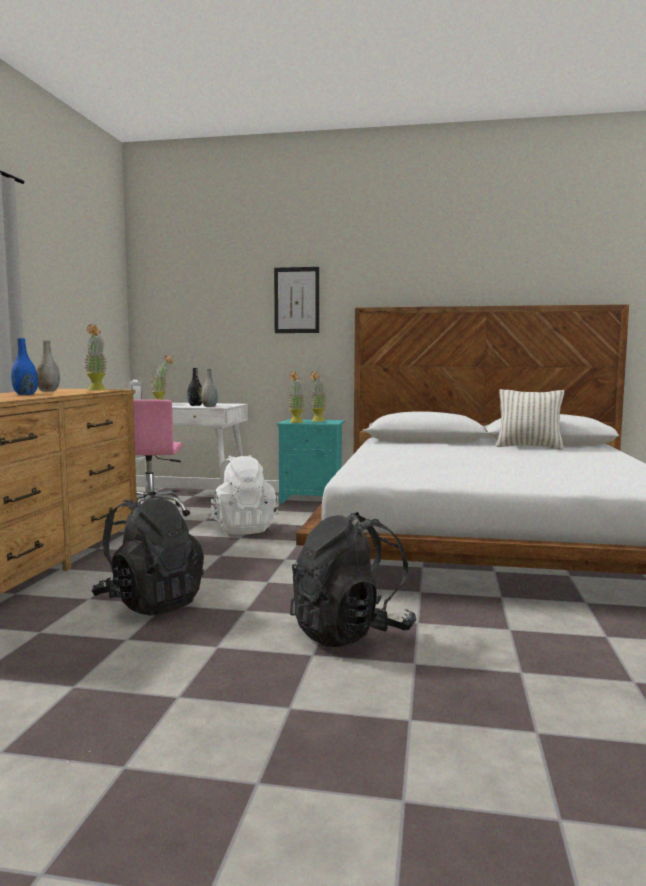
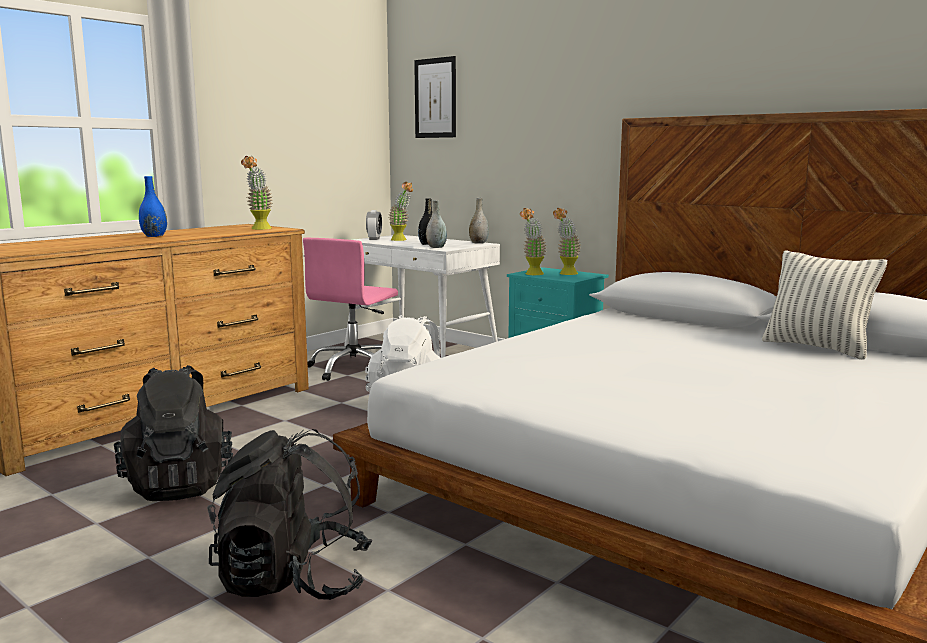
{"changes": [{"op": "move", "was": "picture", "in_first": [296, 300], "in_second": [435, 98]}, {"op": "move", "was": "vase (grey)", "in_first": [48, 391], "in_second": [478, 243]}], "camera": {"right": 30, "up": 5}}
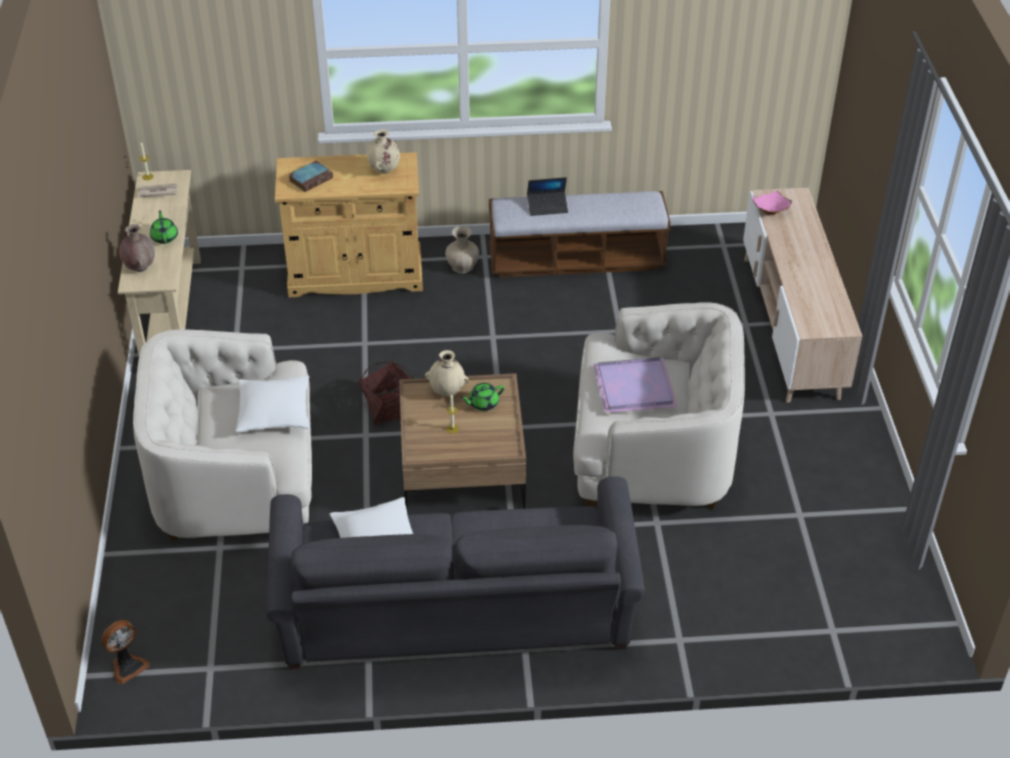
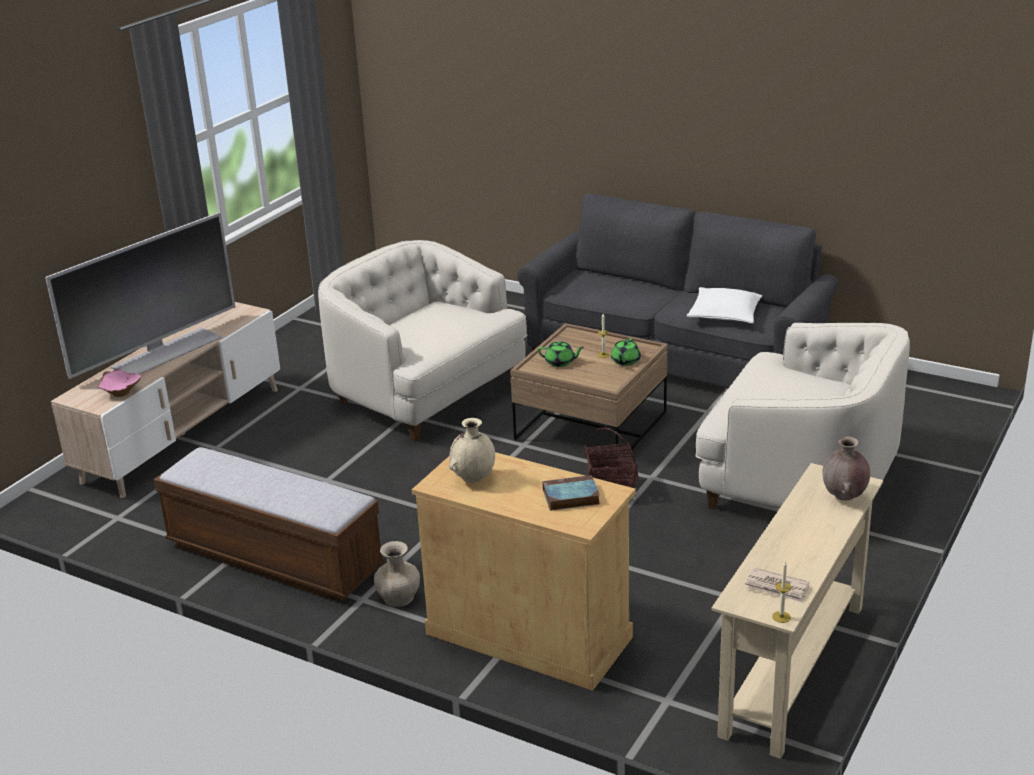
{"changes": [{"op": "delete", "was": "laptop", "in_first": [547, 207]}, {"op": "move", "was": "teapot (green)", "in_first": [164, 237], "in_second": [625, 361]}, {"op": "delete", "was": "vase (beige)", "in_first": [447, 392]}, {"op": "delete", "was": "tray (purple)", "in_first": [633, 388]}, {"op": "delete", "was": "pillow (white)", "in_first": [274, 411]}, {"op": "delete", "was": "fan", "in_first": [127, 666]}, {"op": "insert", "now": "television", "in_second": [165, 352]}], "camera": {"right": -145, "up": -15}}
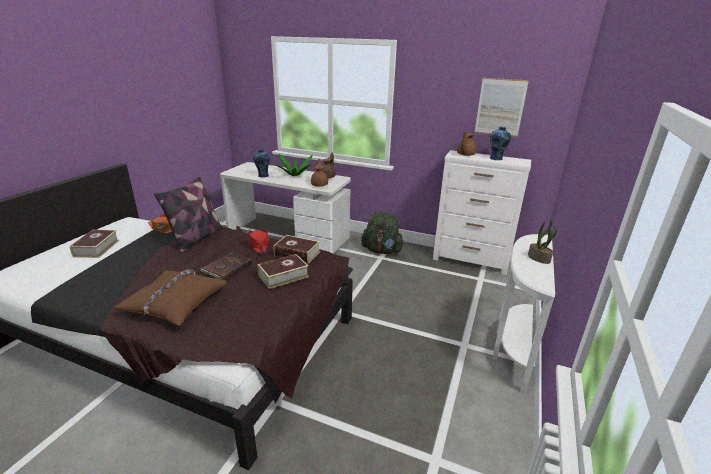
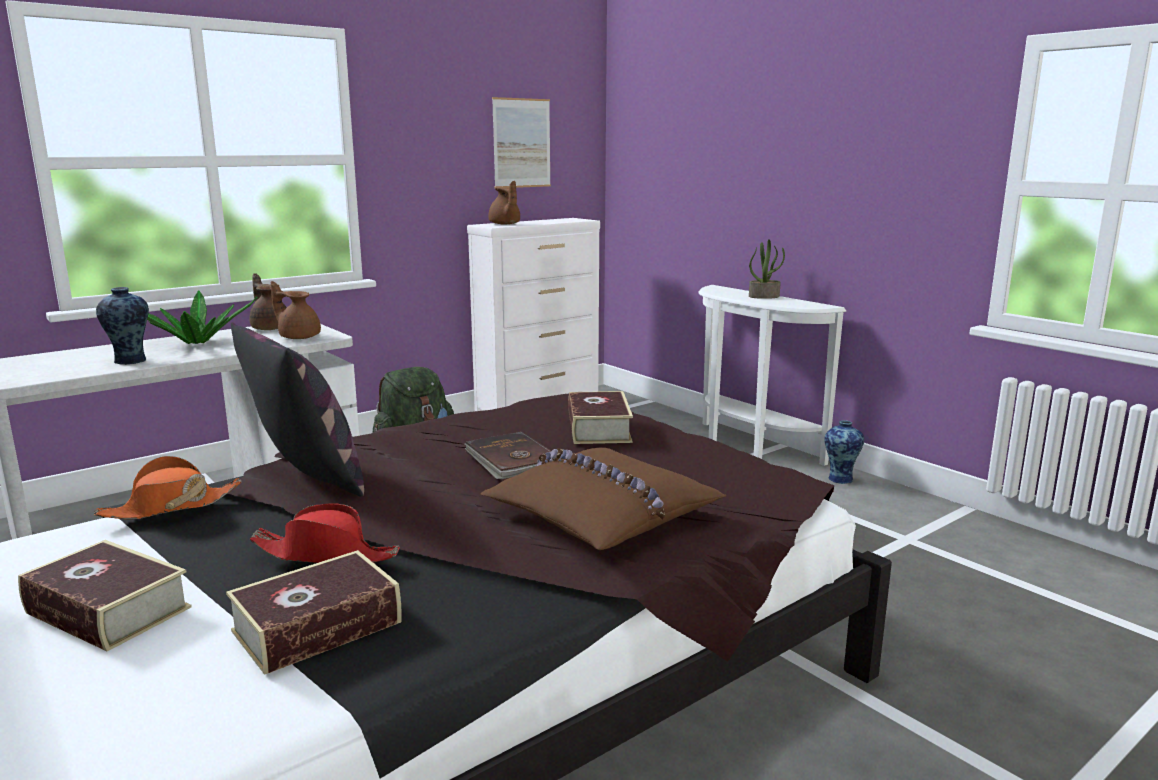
{"changes": [{"op": "move", "was": "vase", "in_first": [496, 158], "in_second": [840, 479]}, {"op": "move", "was": "hat (red)", "in_first": [258, 244], "in_second": [326, 554]}, {"op": "move", "was": "book", "in_first": [297, 254], "in_second": [317, 627]}], "camera": {"right": -60, "up": -10}}
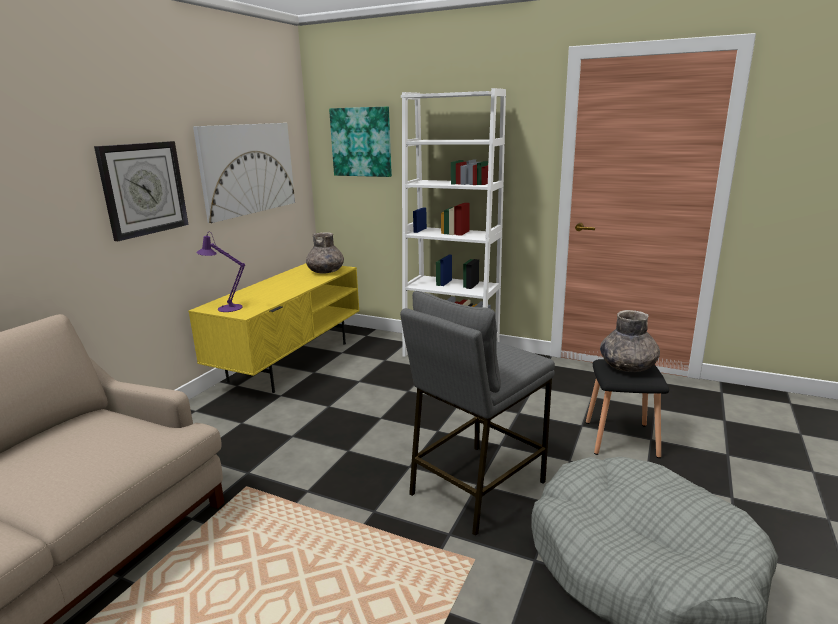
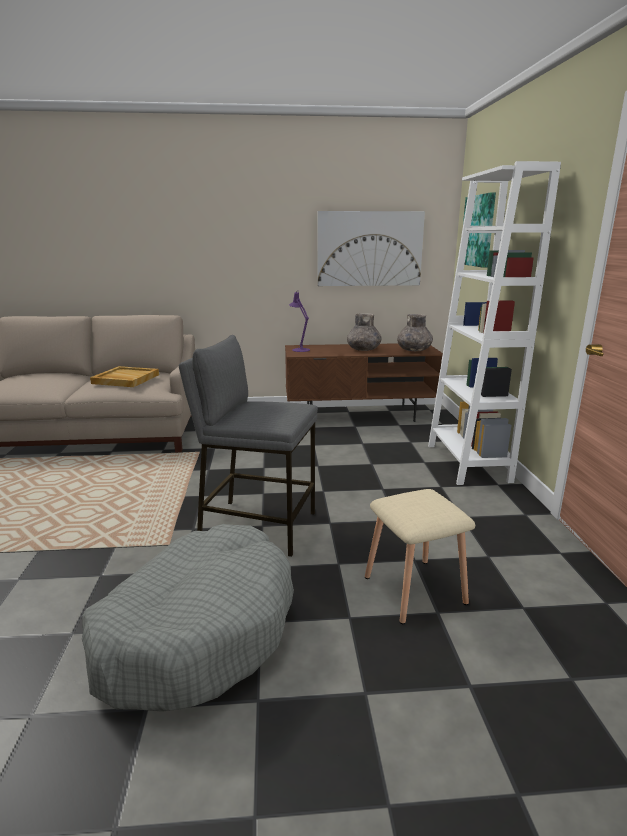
{"changes": [{"op": "delete", "was": "wall clock", "in_first": [143, 189]}, {"op": "recolor", "was": "tv stand (yellow)", "now": "tv stand (brown)", "in_first": [290, 361], "in_second": [360, 415]}, {"op": "move", "was": "vase (grey)", "in_first": [627, 366], "in_second": [363, 349]}, {"op": "recolor", "was": "stool (black)", "now": "stool (beige)", "in_first": [622, 438], "in_second": [416, 590]}, {"op": "insert", "now": "tray (beige)", "in_second": [125, 379]}], "camera": {"right": 60, "up": 0}}
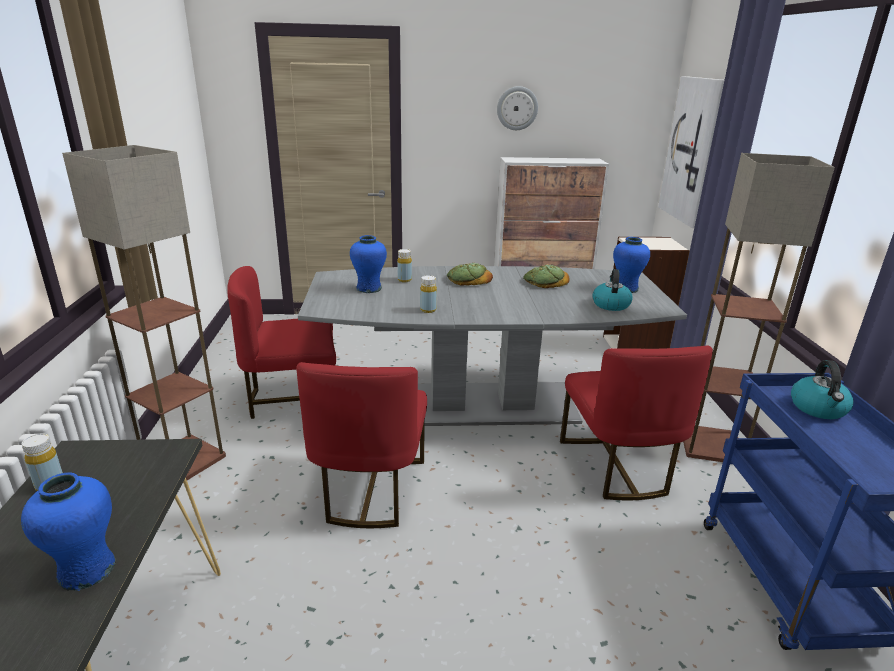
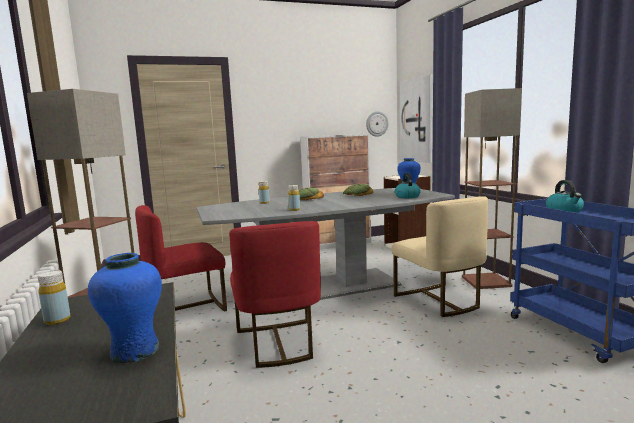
{"changes": [{"op": "move", "was": "wall clock", "in_first": [517, 108], "in_second": [376, 123]}, {"op": "delete", "was": "vase (blue)", "in_first": [369, 288]}, {"op": "recolor", "was": "chair (red)", "now": "chair (beige)", "in_first": [617, 466], "in_second": [439, 300]}], "camera": {"right": -15, "up": -15}}
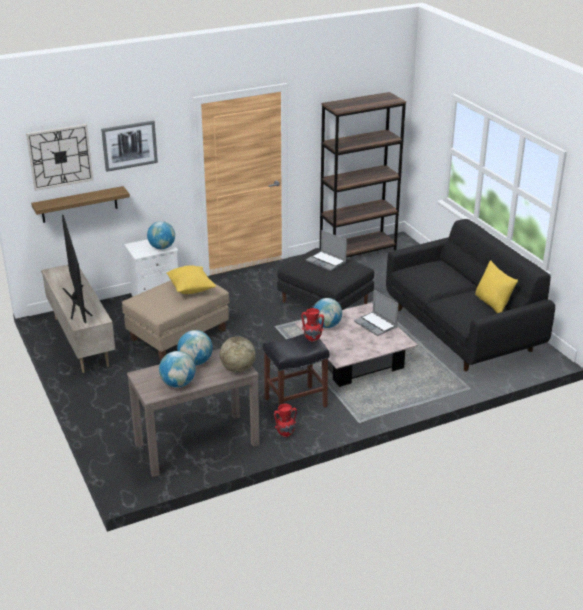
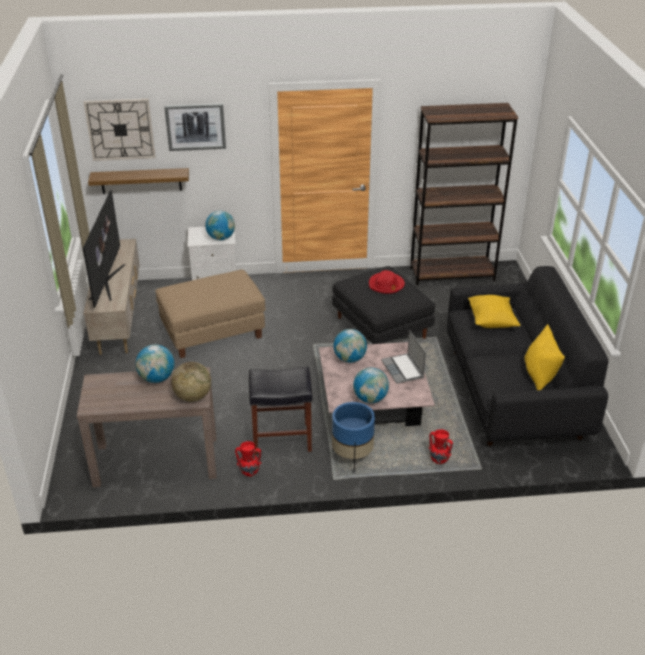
{"changes": [{"op": "replace", "was": "laptop", "now": "hat (red)", "in_first": [326, 262], "in_second": [386, 285]}, {"op": "move", "was": "pillow (yellow)", "in_first": [191, 289], "in_second": [491, 321]}, {"op": "move", "was": "vase (red)", "in_first": [312, 339], "in_second": [438, 460]}, {"op": "move", "was": "globe", "in_first": [178, 384], "in_second": [370, 399]}, {"op": "insert", "now": "planter (blue)", "in_second": [352, 457]}], "camera": {"right": 20, "up": 5}}
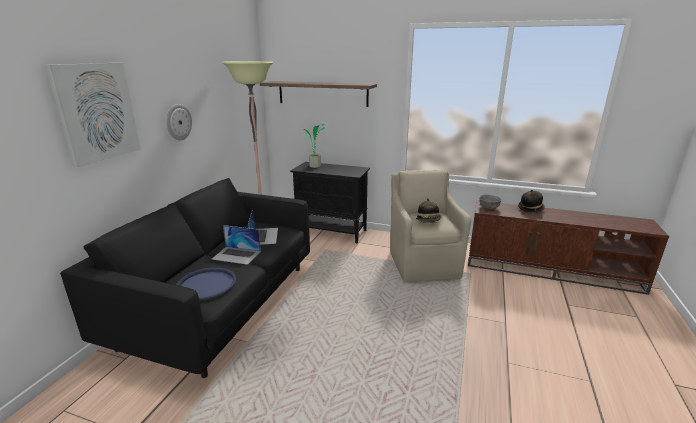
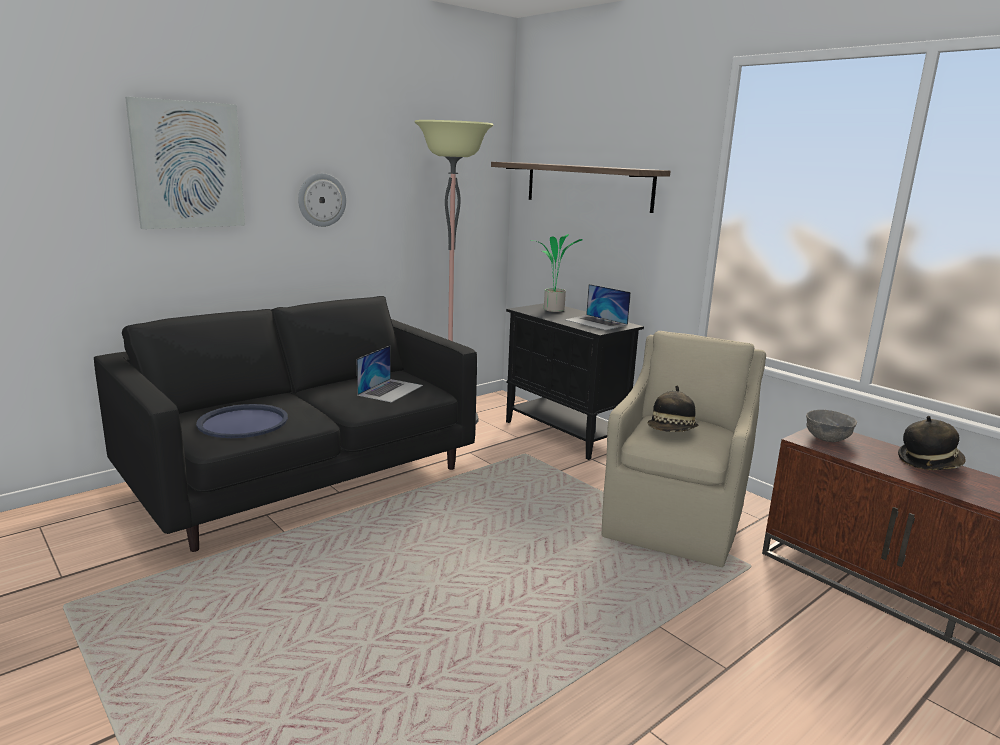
{"changes": [{"op": "move", "was": "laptop", "in_first": [236, 255], "in_second": [596, 322]}], "camera": {"right": 30, "up": -5}}
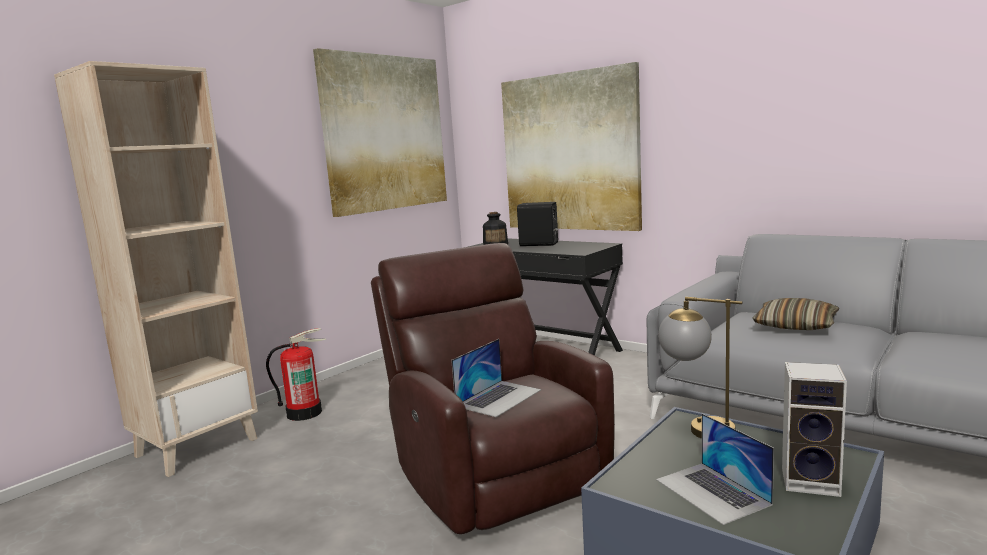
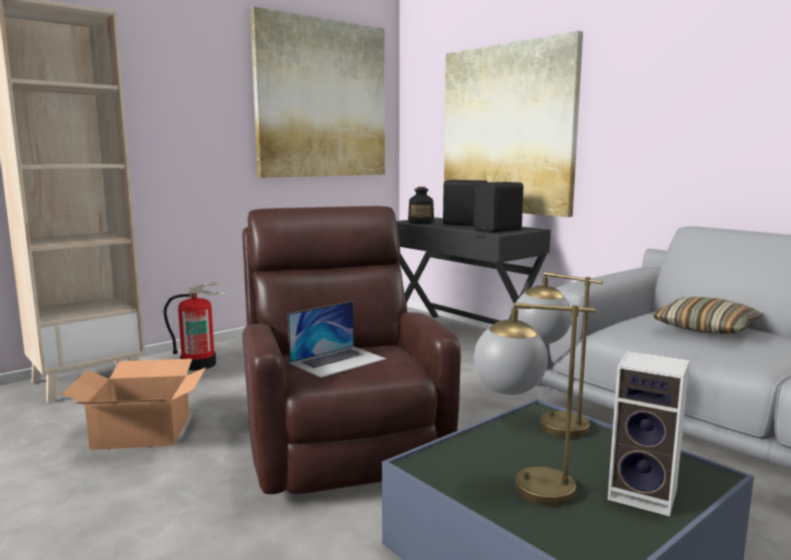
{"changes": [{"op": "replace", "was": "laptop", "now": "table lamp", "in_first": [712, 492], "in_second": [521, 487]}, {"op": "insert", "now": "speaker (black)", "in_second": [499, 230]}, {"op": "insert", "now": "cardboard box", "in_second": [142, 431]}], "camera": {"right": 10, "up": 0}}
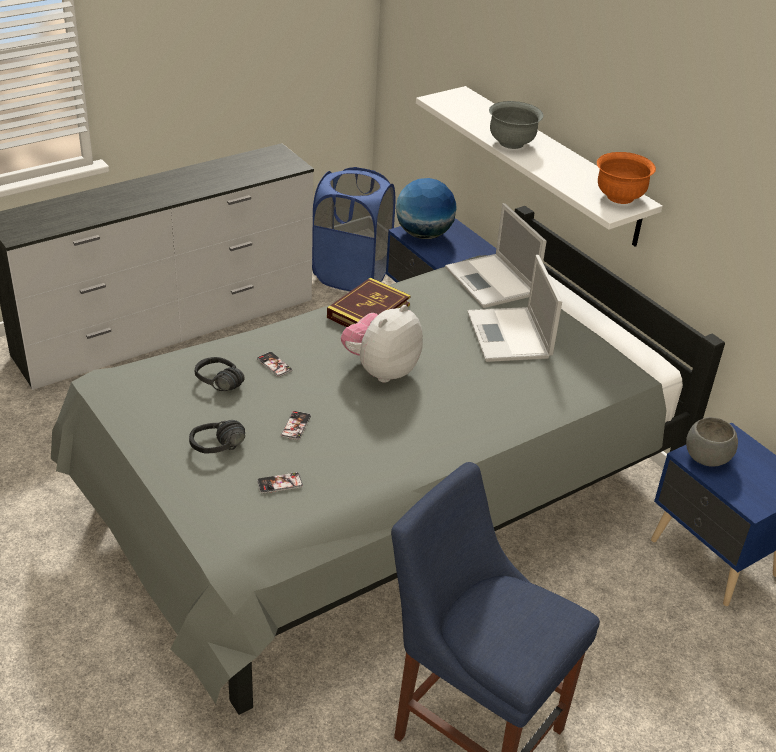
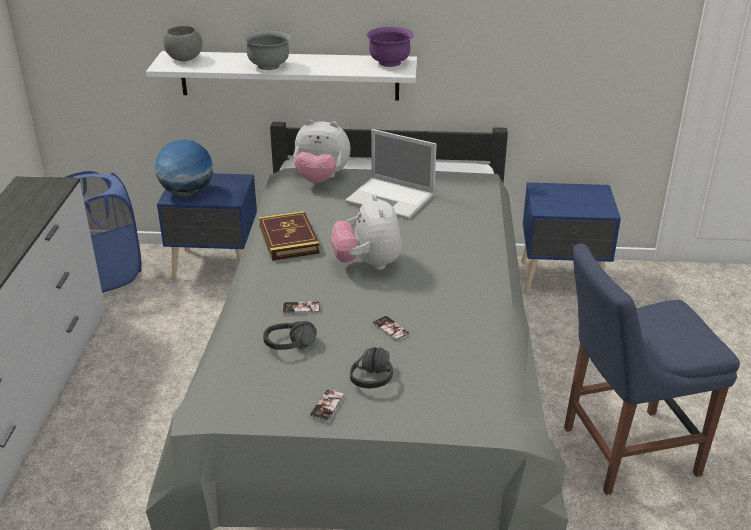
{"changes": [{"op": "recolor", "was": "bowl (orange)", "now": "bowl (purple)", "in_first": [619, 197], "in_second": [389, 63]}, {"op": "replace", "was": "laptop", "now": "plush toy", "in_first": [492, 282], "in_second": [321, 179]}, {"op": "move", "was": "bowl (grey)", "in_first": [705, 458], "in_second": [184, 59]}, {"op": "move", "was": "phone", "in_first": [280, 483], "in_second": [327, 406]}], "camera": {"right": -50, "up": -5}}
